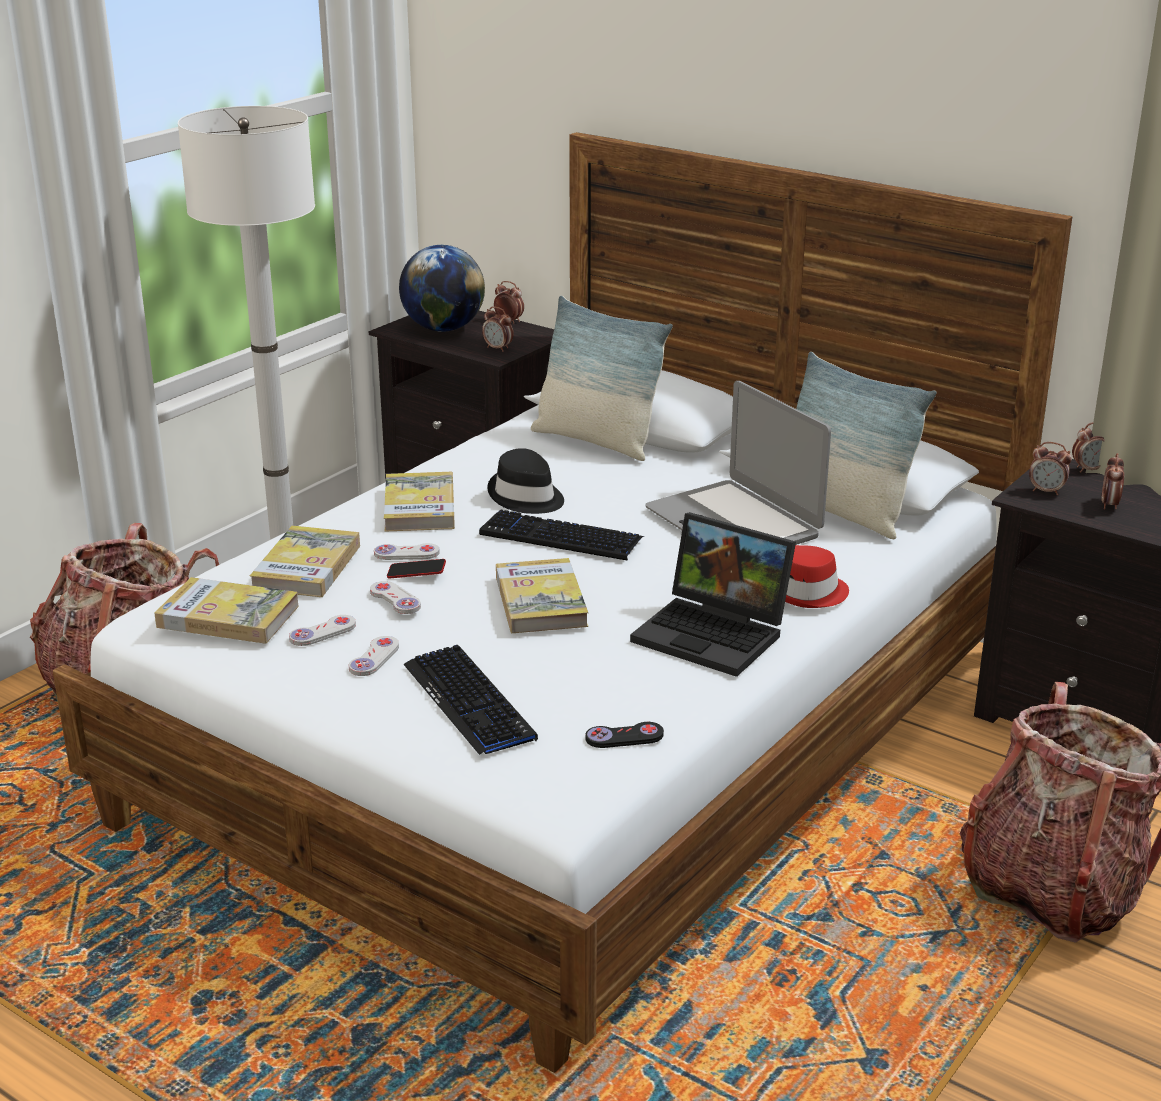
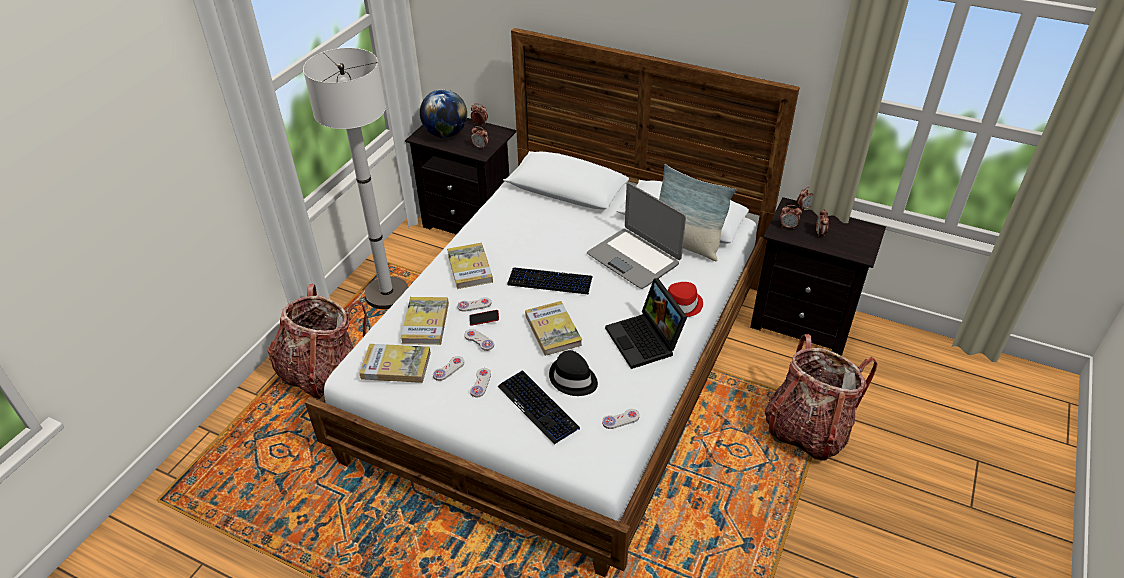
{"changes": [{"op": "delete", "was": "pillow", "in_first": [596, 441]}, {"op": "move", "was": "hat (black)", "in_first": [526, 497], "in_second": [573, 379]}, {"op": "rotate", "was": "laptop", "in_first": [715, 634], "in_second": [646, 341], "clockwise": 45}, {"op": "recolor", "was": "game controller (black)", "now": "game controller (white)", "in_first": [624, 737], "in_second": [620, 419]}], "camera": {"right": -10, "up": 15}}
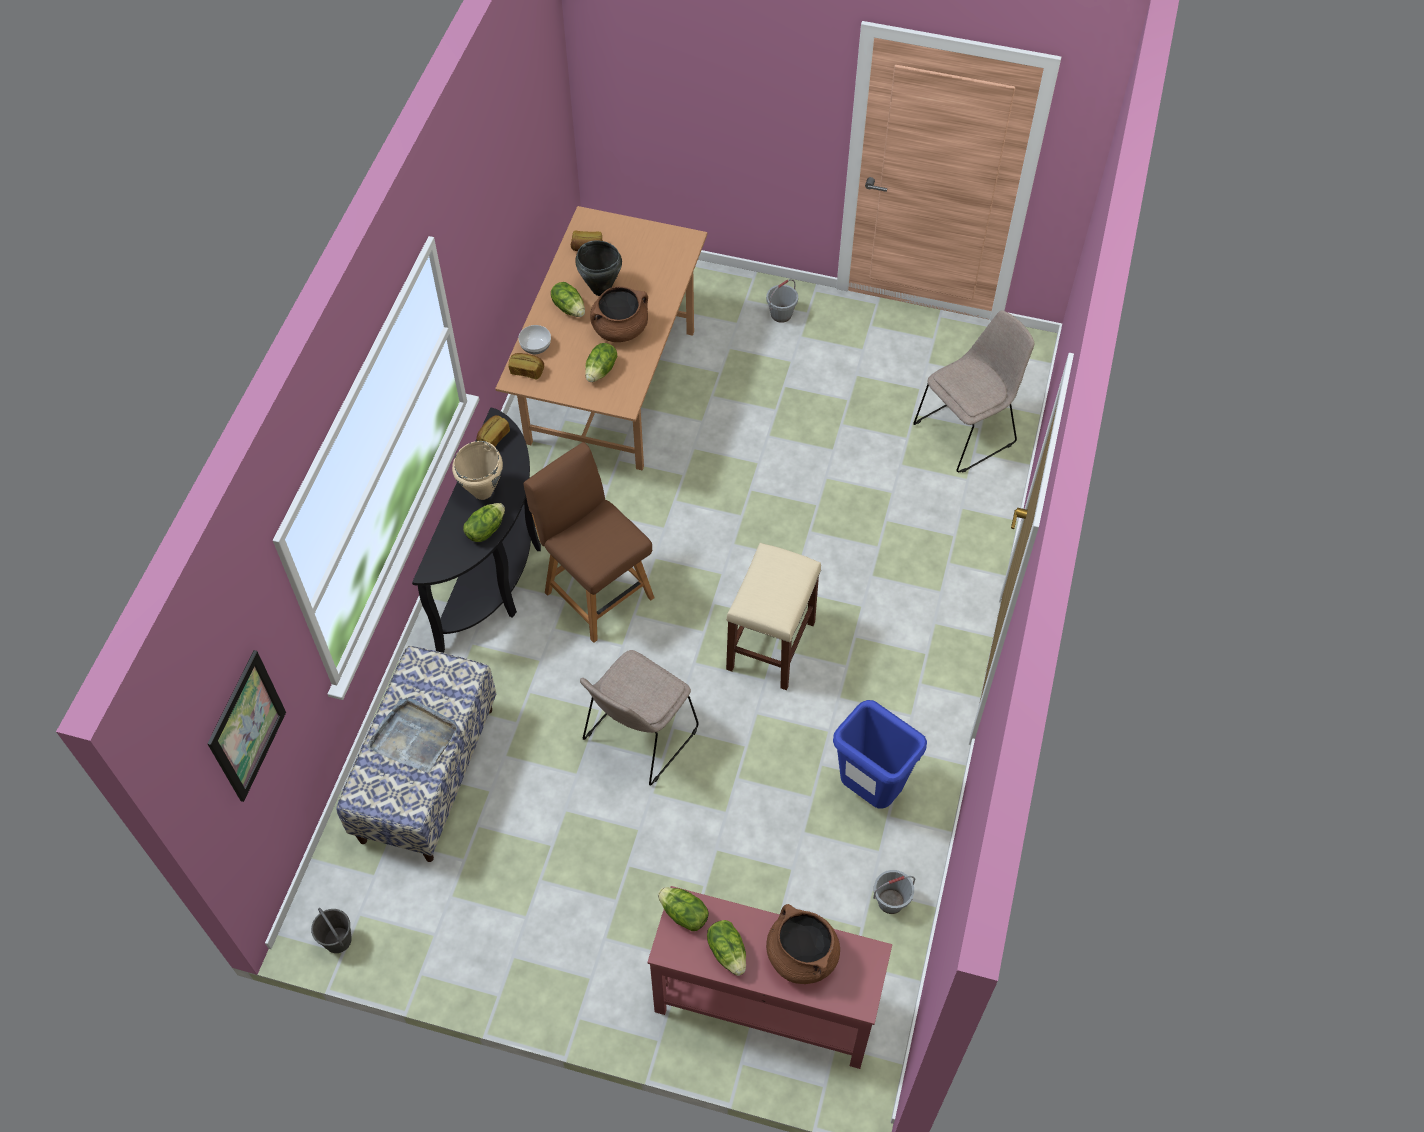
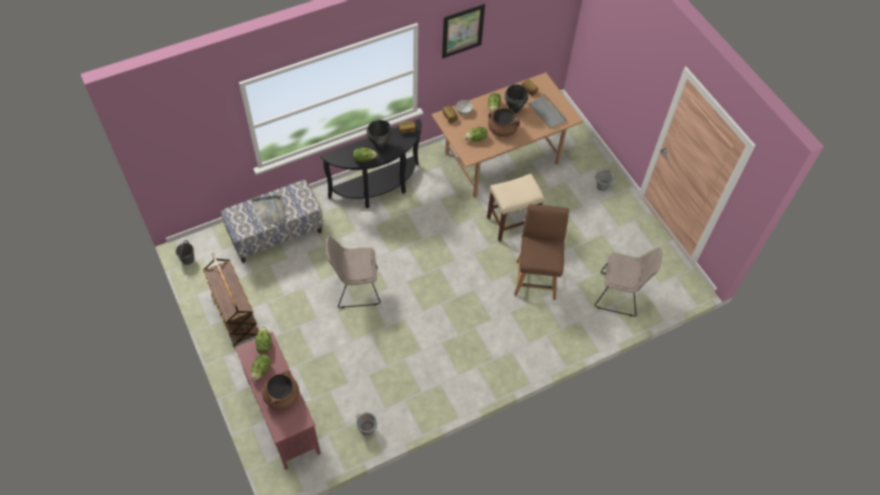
{"changes": [{"op": "recolor", "was": "cooking pot (beige)", "now": "cooking pot (black)", "in_first": [483, 491], "in_second": [380, 145]}, {"op": "move", "was": "chair (brown)", "in_first": [596, 592], "in_second": [536, 278]}, {"op": "move", "was": "stool (beige)", "in_first": [771, 647], "in_second": [511, 224]}, {"op": "move", "was": "picture", "in_first": [246, 726], "in_second": [462, 31]}, {"op": "delete", "was": "trash can (blue)", "in_first": [869, 790]}, {"op": "insert", "now": "tray (grey)", "in_second": [546, 113]}, {"op": "insert", "now": "cart (brown)", "in_second": [236, 317]}], "camera": {"right": 45, "up": 0}}
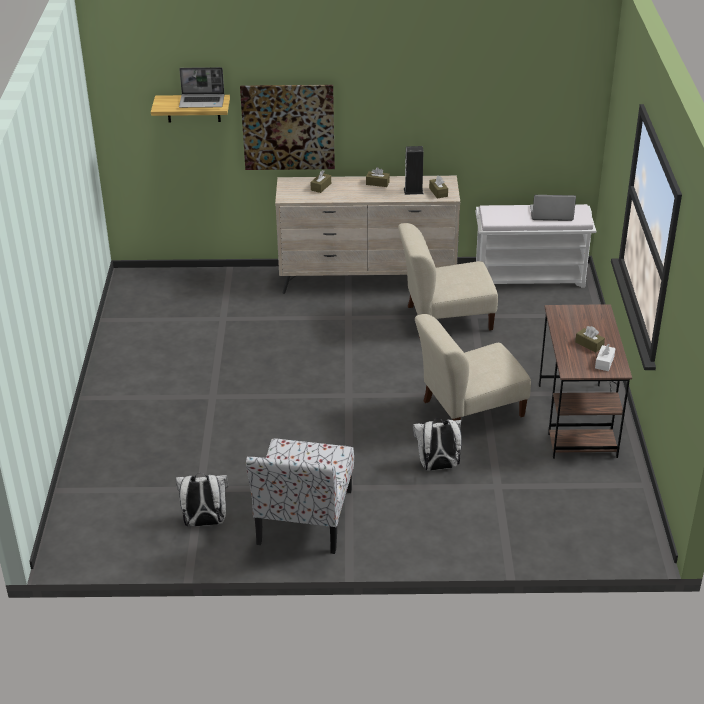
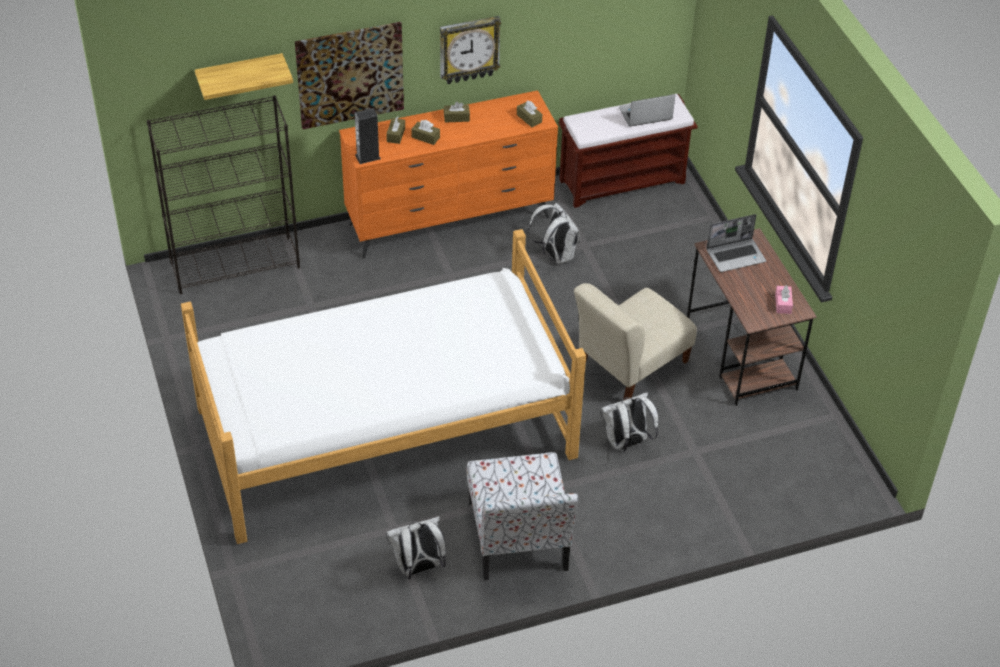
{"changes": [{"op": "move", "was": "laptop", "in_first": [202, 102], "in_second": [736, 256]}, {"op": "move", "was": "speaker", "in_first": [413, 191], "in_second": [368, 157]}, {"op": "recolor", "was": "dresser (beige)", "now": "dresser (orange)", "in_first": [368, 281], "in_second": [450, 221]}, {"op": "recolor", "was": "bench (white)", "now": "bench (brown)", "in_first": [530, 277], "in_second": [623, 181]}, {"op": "replace", "was": "chair (beige)", "now": "backpack (white)", "in_first": [445, 319], "in_second": [555, 255]}, {"op": "move", "was": "tissue box (brown)", "in_first": [589, 344], "in_second": [425, 137]}, {"op": "recolor", "was": "tissue box (white)", "now": "tissue box (pink)", "in_first": [604, 362], "in_second": [783, 304]}, {"op": "insert", "now": "wall clock", "in_second": [469, 49]}, {"op": "insert", "now": "bookcase (black)", "in_second": [236, 265]}, {"op": "insert", "now": "bed", "in_second": [384, 432]}], "camera": {"right": -20, "up": 10}}
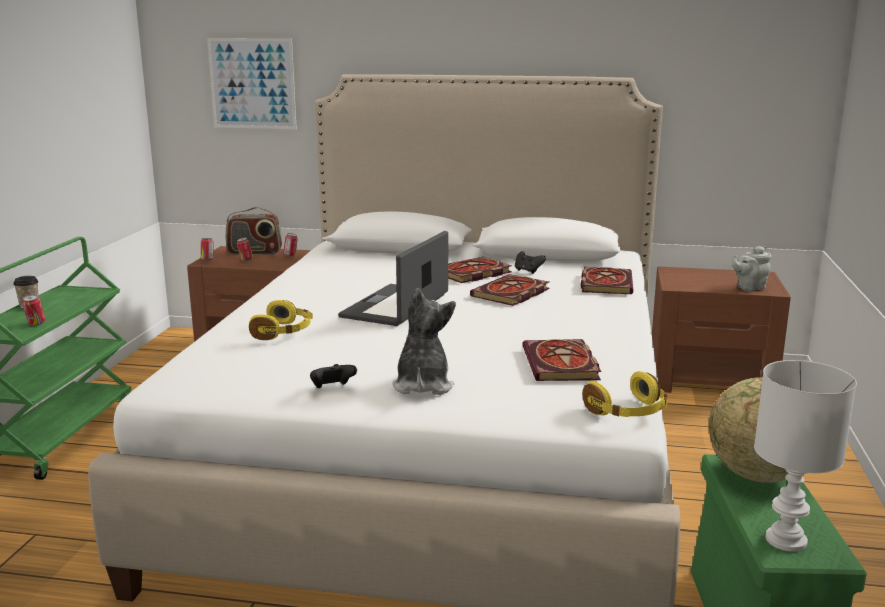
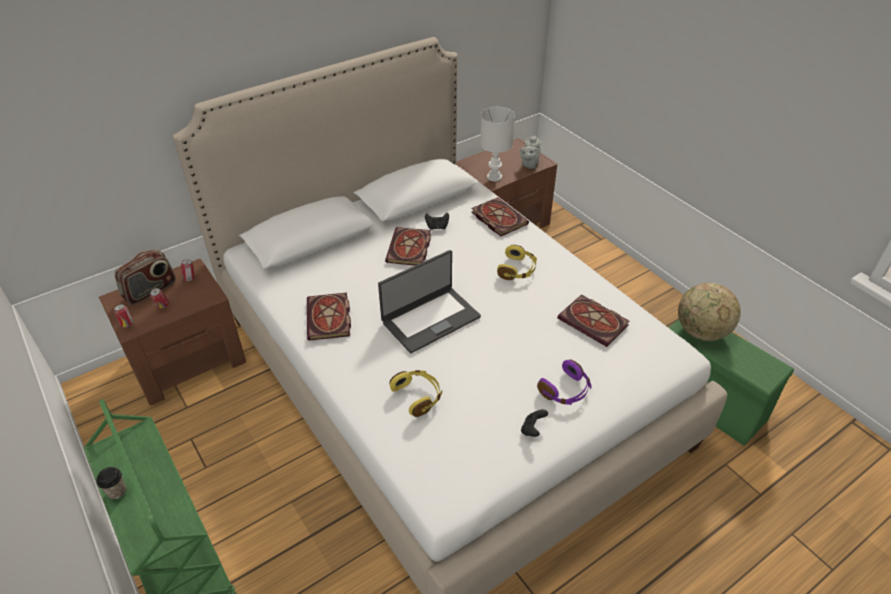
{"changes": [{"op": "delete", "was": "picture", "in_first": [252, 83]}, {"op": "rotate", "was": "laptop", "in_first": [397, 306], "in_second": [430, 319], "clockwise": -105}, {"op": "move", "was": "book", "in_first": [511, 294], "in_second": [330, 319]}, {"op": "replace", "was": "plush toy", "now": "headphones (purple)", "in_first": [422, 385], "in_second": [565, 391]}, {"op": "delete", "was": "can", "in_first": [36, 324]}, {"op": "move", "was": "table lamp (white)", "in_first": [786, 539], "in_second": [494, 176]}, {"op": "move", "was": "headphones (yellow)", "in_first": [628, 412], "in_second": [517, 270]}], "camera": {"right": -45, "up": 25}}
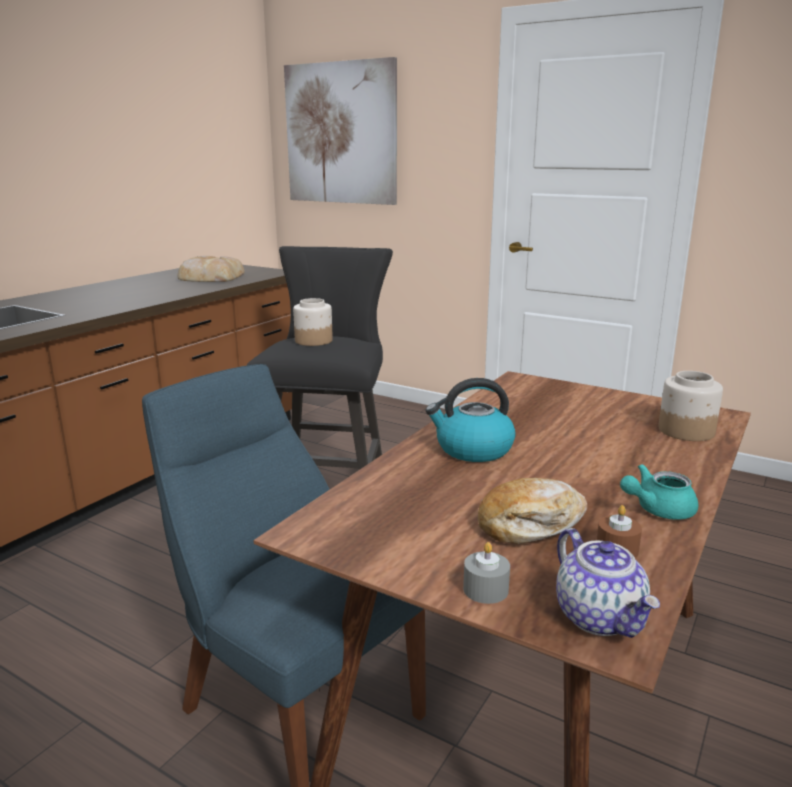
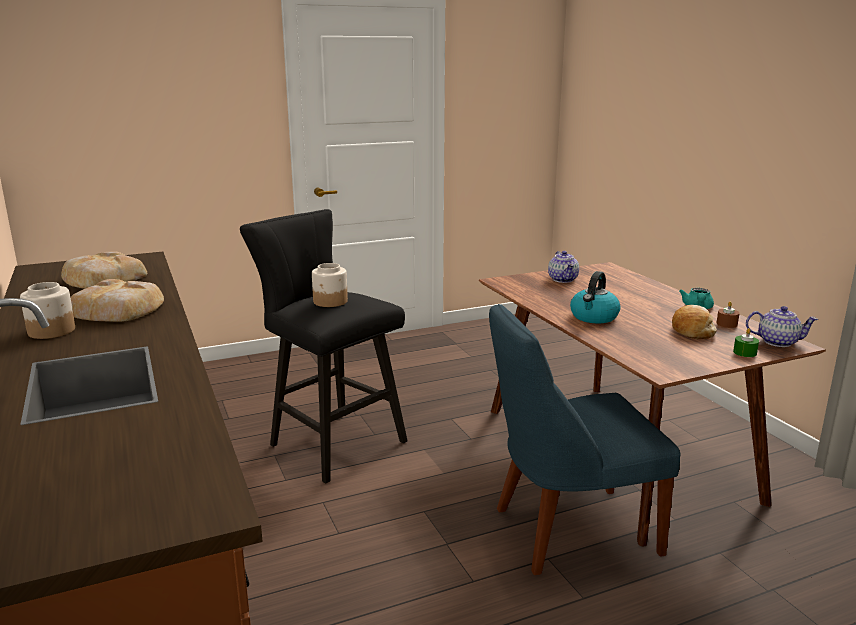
{"changes": [{"op": "delete", "was": "picture", "in_first": [340, 134]}, {"op": "move", "was": "jar", "in_first": [685, 431], "in_second": [51, 331]}, {"op": "recolor", "was": "candle (grey)", "now": "candle (green)", "in_first": [485, 589], "in_second": [745, 352]}, {"op": "insert", "now": "teapot", "in_second": [563, 279]}, {"op": "insert", "now": "bread", "in_second": [118, 310]}], "camera": {"right": -55, "up": 0}}
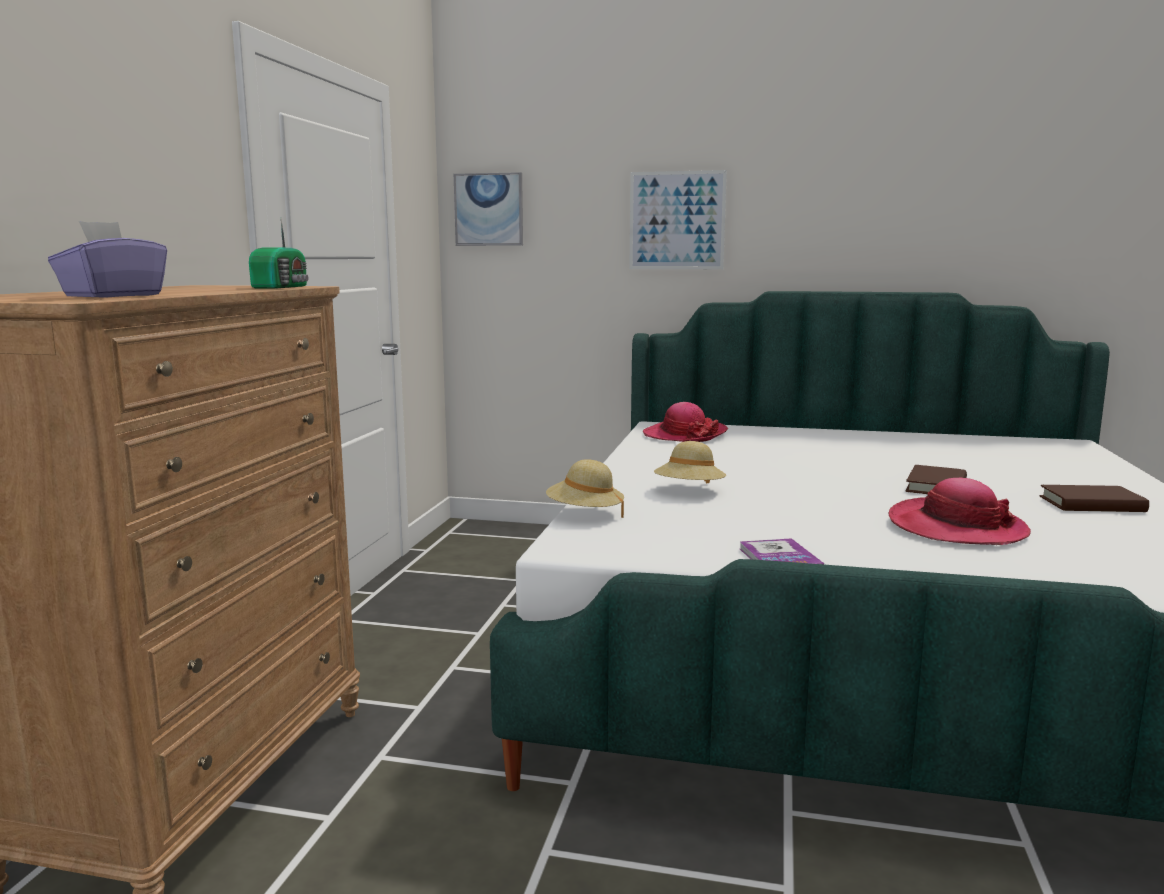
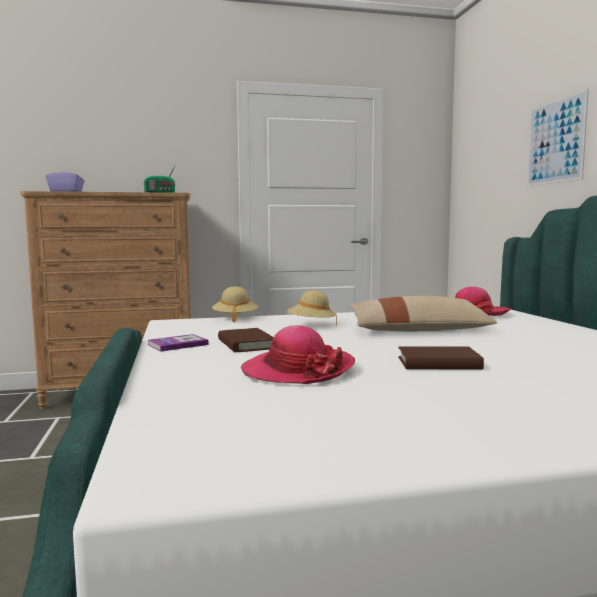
{"changes": [{"op": "delete", "was": "picture", "in_first": [489, 209]}, {"op": "move", "was": "book (brown)", "in_first": [1092, 504], "in_second": [246, 344]}, {"op": "insert", "now": "pillow (beige)", "in_second": [418, 330]}], "camera": {"right": 65, "up": -5}}
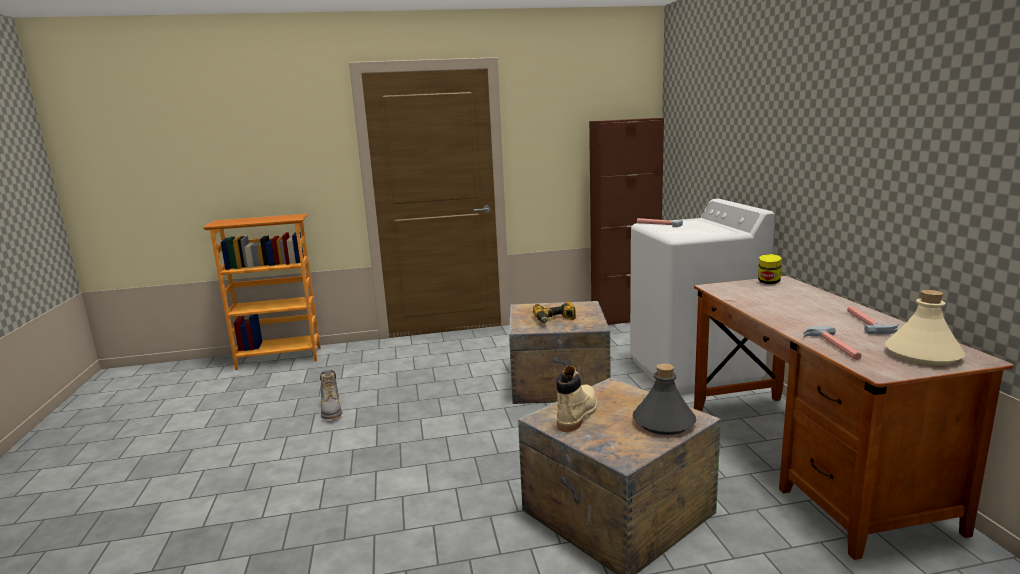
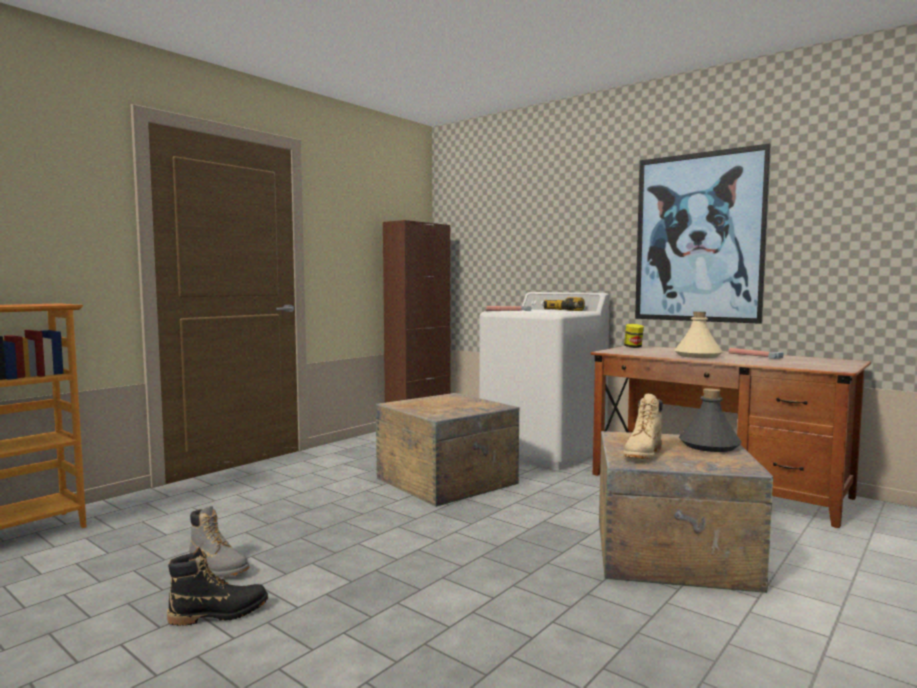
{"changes": [{"op": "move", "was": "bottle (beige)", "in_first": [923, 355], "in_second": [698, 356]}, {"op": "move", "was": "power drill", "in_first": [554, 320], "in_second": [568, 311]}, {"op": "delete", "was": "hammer", "in_first": [832, 346]}, {"op": "rotate", "was": "boot (beige)", "in_first": [577, 414], "in_second": [643, 454], "clockwise": -135}, {"op": "insert", "now": "picture", "in_second": [698, 238]}, {"op": "insert", "now": "boot (black)", "in_second": [219, 613]}], "camera": {"right": -40, "up": -10}}
